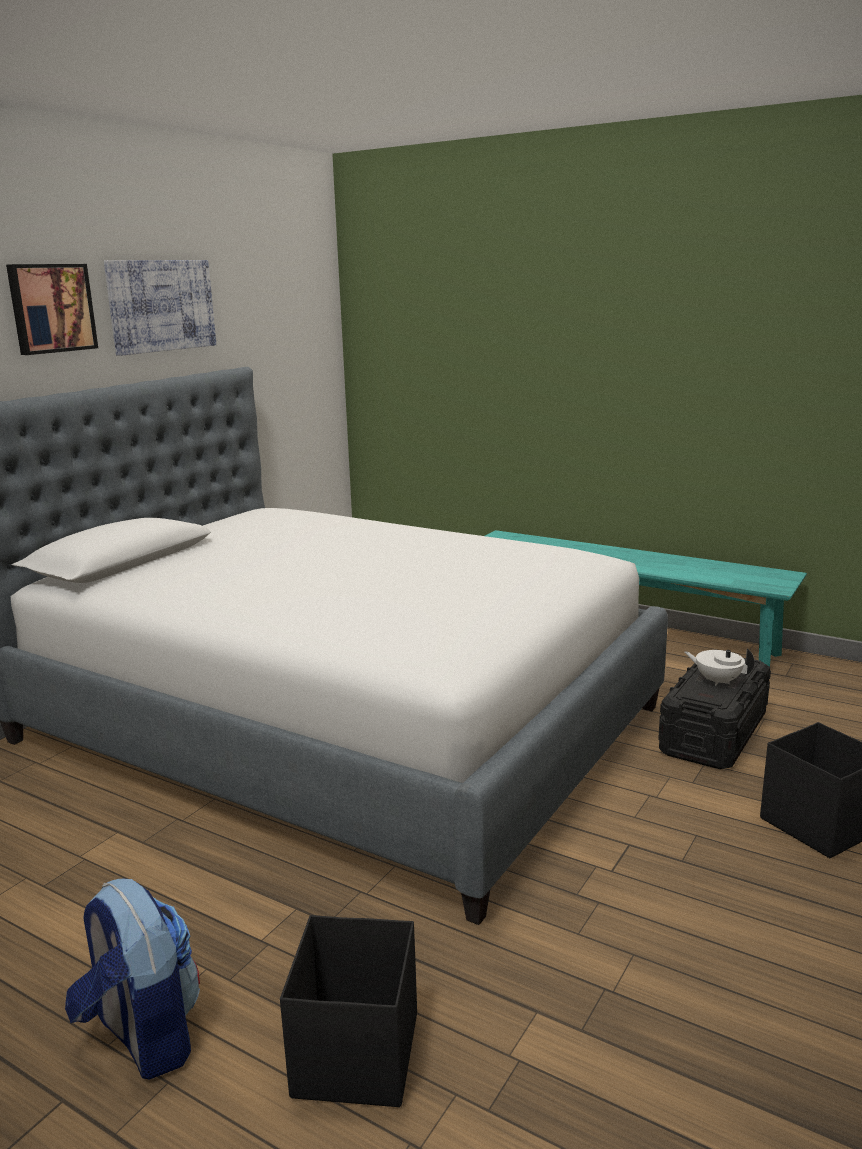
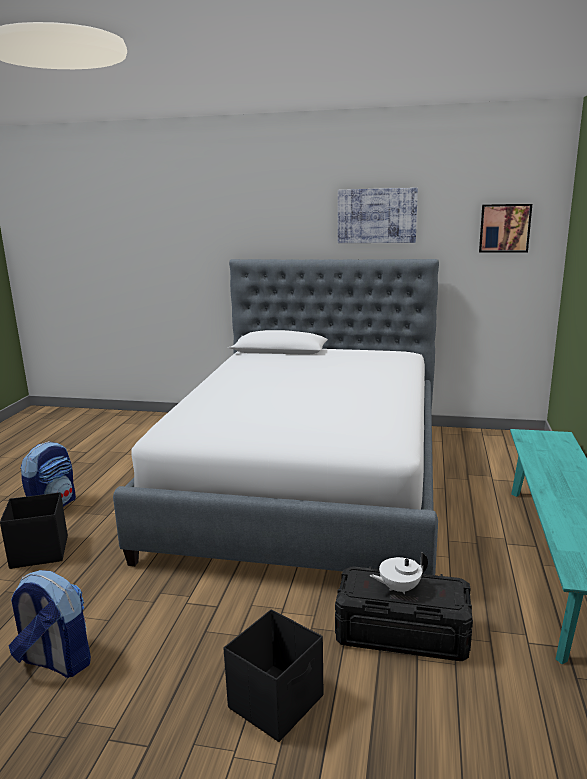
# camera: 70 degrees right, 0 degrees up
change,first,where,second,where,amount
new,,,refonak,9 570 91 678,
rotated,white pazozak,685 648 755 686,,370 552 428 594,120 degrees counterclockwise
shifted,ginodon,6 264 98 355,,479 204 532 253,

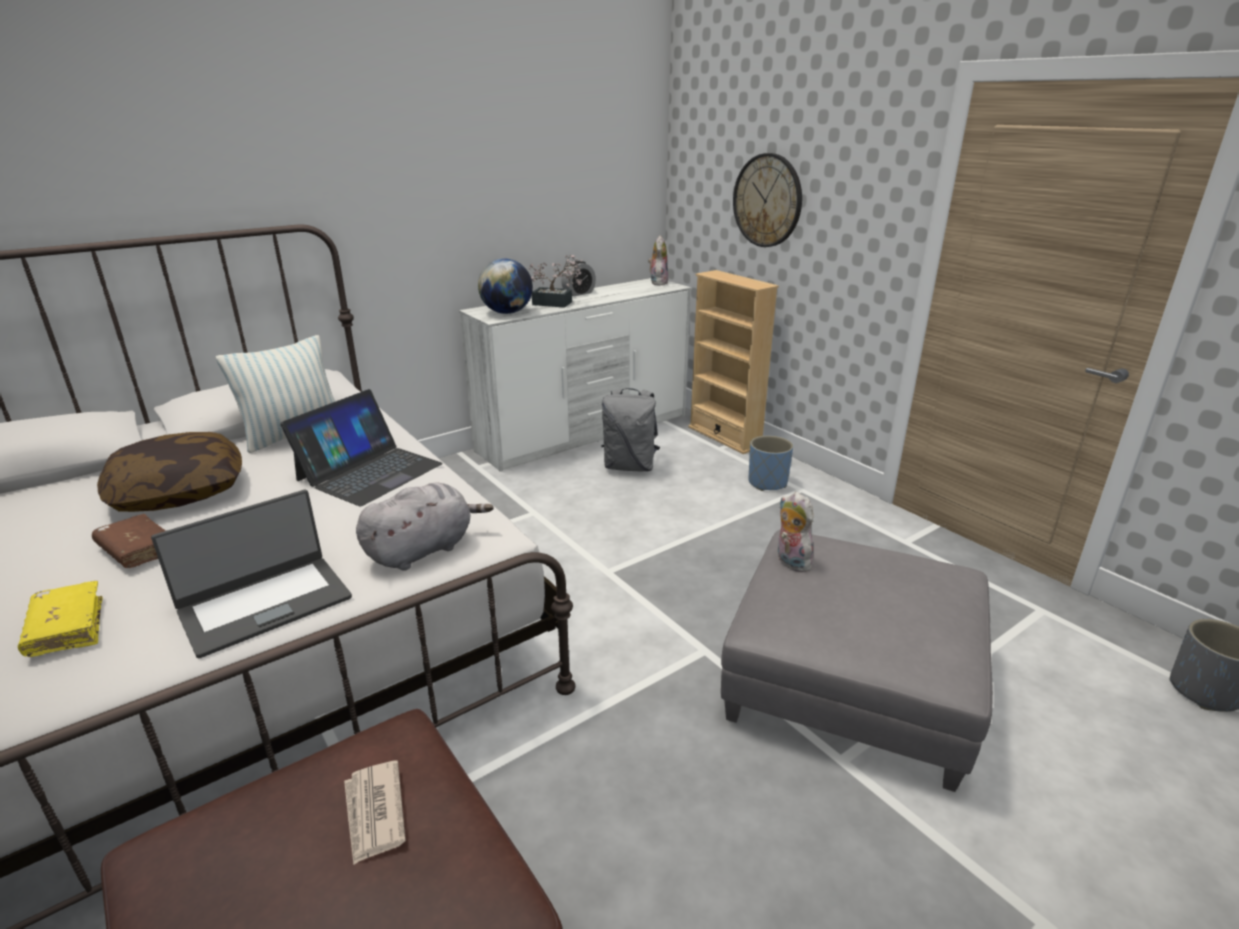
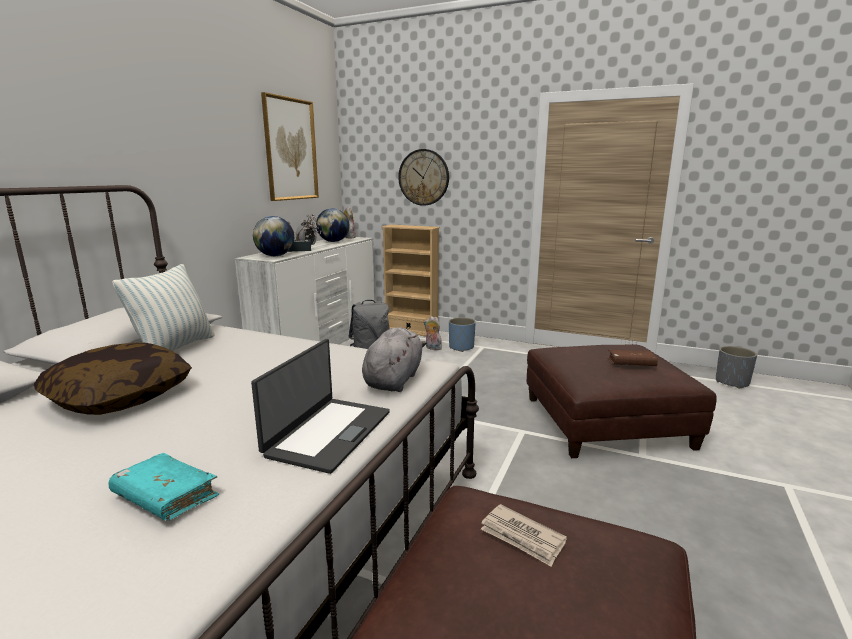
# camera: 30 degrees left, 10 degrees down
change,first,where,second,where,amount
repainted,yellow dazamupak,18 581 103 657,turquoise dazamupak,108 453 219 520,
new,,,ginodon,261 92 319 201,
new,,,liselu,316 208 350 242,
shifted,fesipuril,778 492 813 572,,424 316 444 350,
repainted,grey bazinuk,721 530 993 792,brown bazinuk,527 344 717 458,
shifted,brown dazamupak,92 514 166 568,,608 349 658 366,
gone,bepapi,280 389 443 506,,,

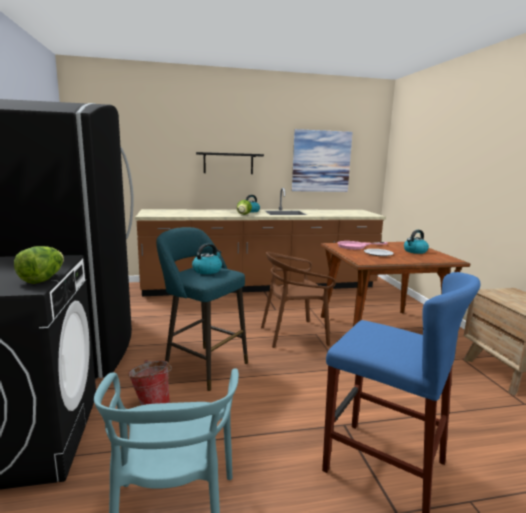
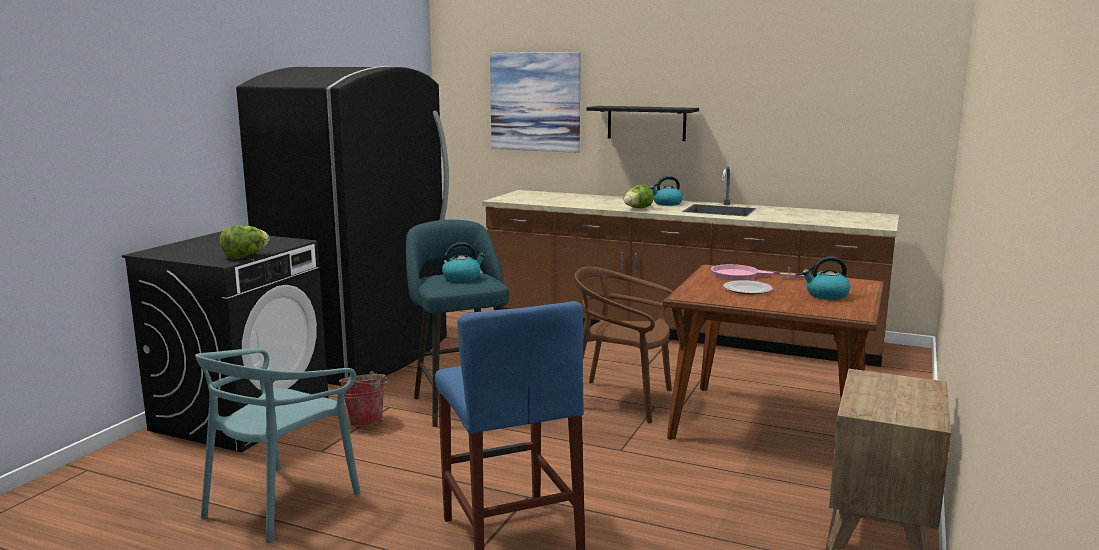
# camera: 35 degrees right, 0 degrees up
change,first,where,second,where,amount
shifted,ginodon,292 129 353 192,,490 52 581 153,

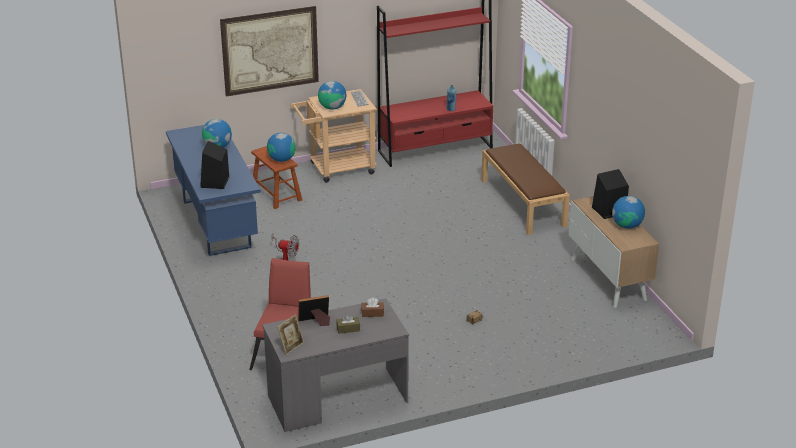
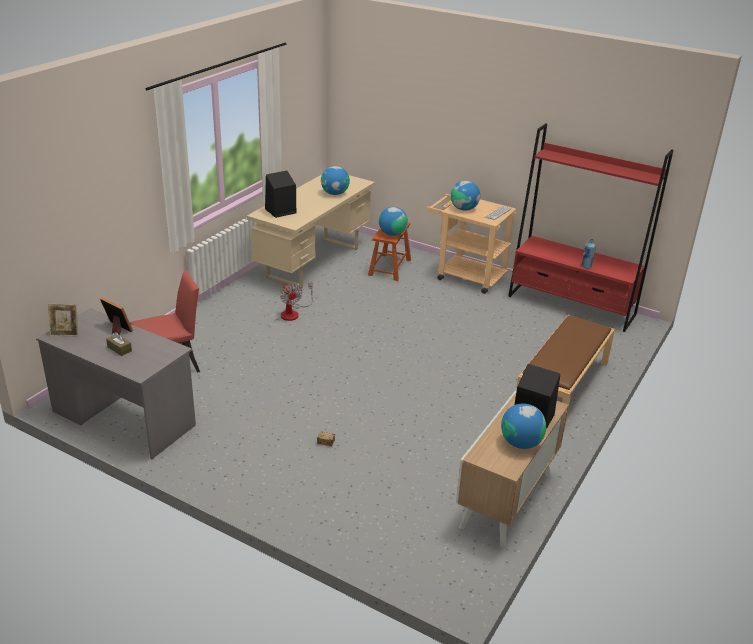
# camera: 50 degrees right, 0 degrees up
change,first,where,second,where,amount
repainted,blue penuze,166 125 261 256,beige penuze,247 175 375 289,
gone,ginodon,220 6 319 97,,,
gone,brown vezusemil,361 298 384 317,,,

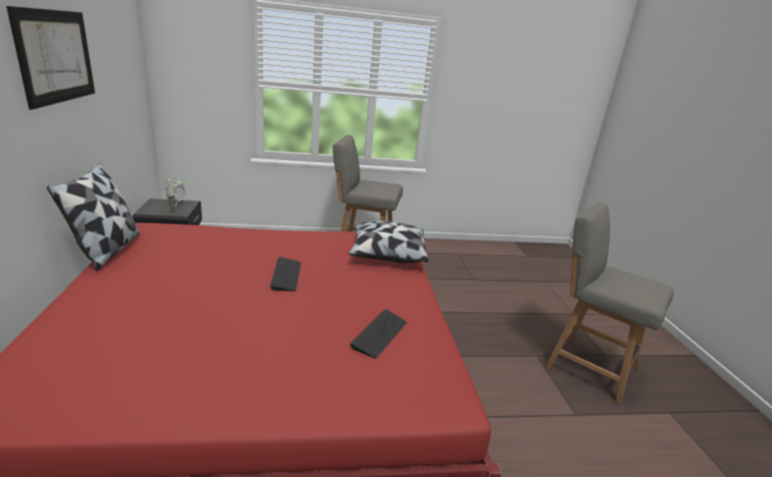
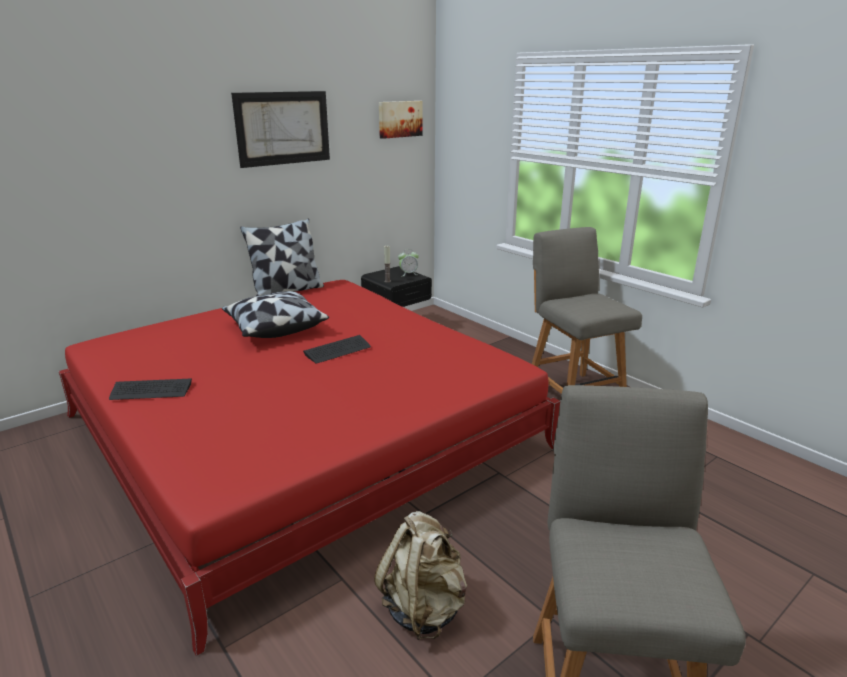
# camera: 60 degrees right, 0 degrees up
change,first,where,second,where,amount
shifted,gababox,350 309 407 358,,109 378 192 400,
shifted,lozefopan,348 221 428 263,,222 291 329 338,
new,,,beige refonak,374 511 467 640,
new,,,ginodon,379 101 422 139,

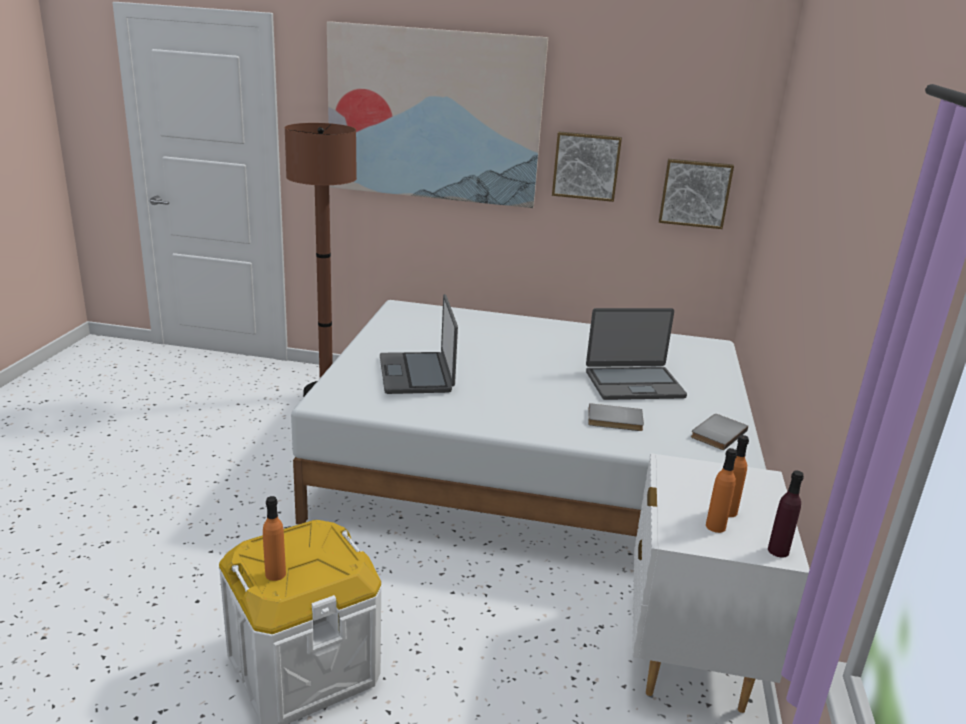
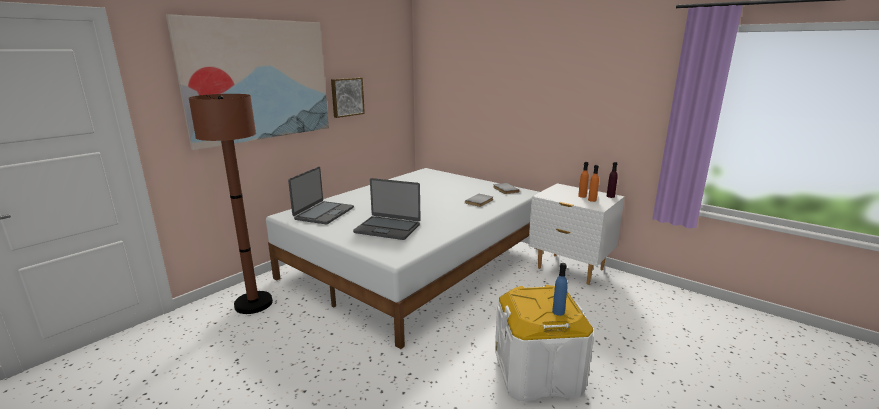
# camera: 60 degrees left, 5 degrees down
change,first,where,second,where,amount
shifted,bepapi,586 308 687 400,,288 167 354 224,
repainted,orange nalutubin,263 496 286 581,blue nalutubin,552 263 568 316,
gone,ginodon,659 159 734 229,,,

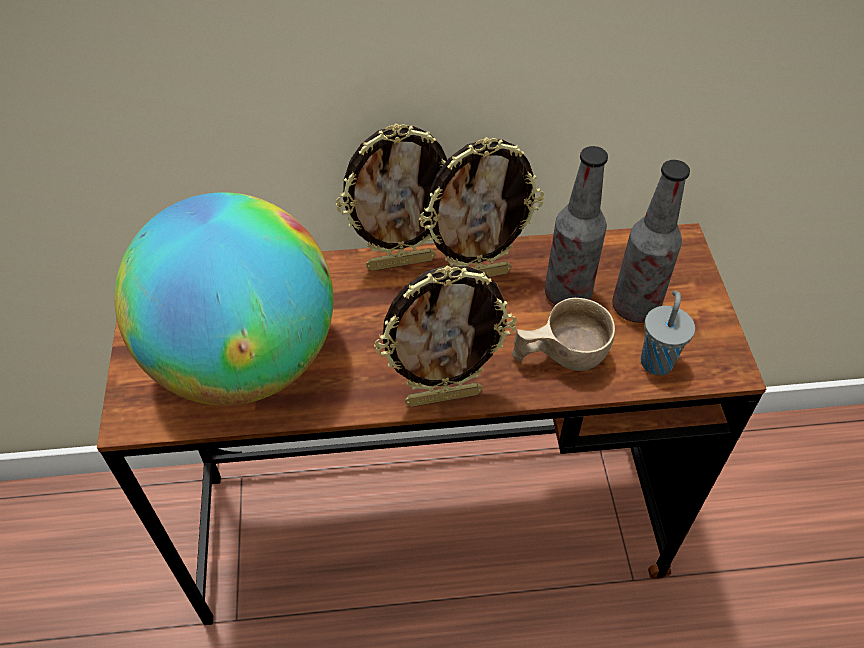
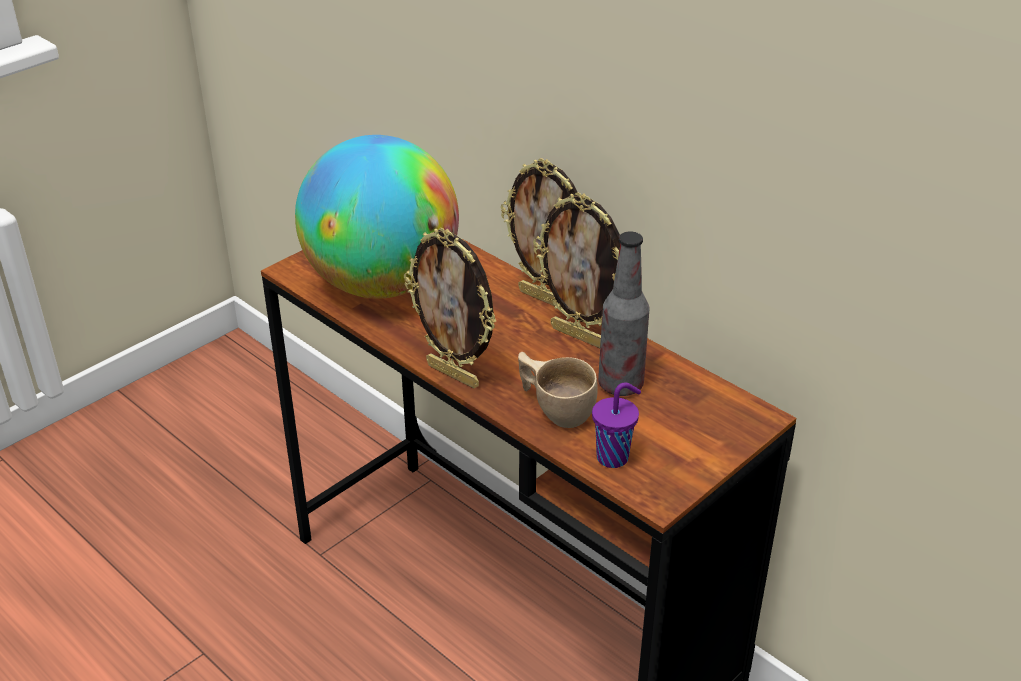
# camera: 50 degrees right, 15 degrees down
change,first,where,second,where,amount
repainted,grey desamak,641 290 695 375,purple desamak,592 383 641 468,
gone,nalutubin,612 160 690 323,,,

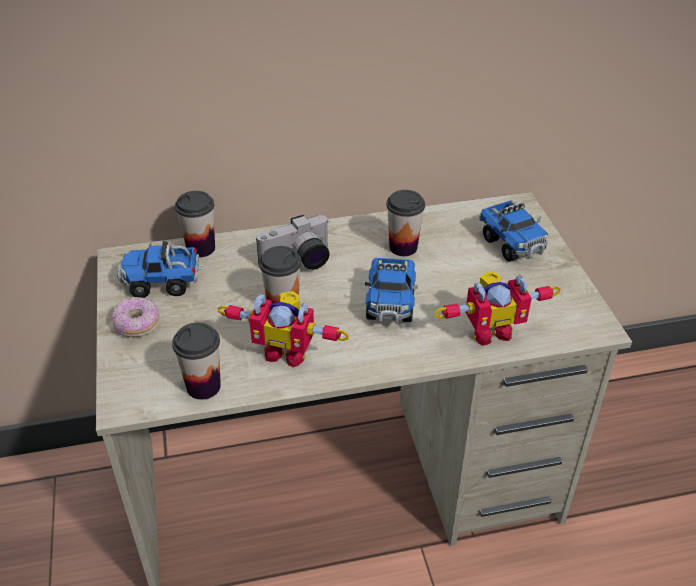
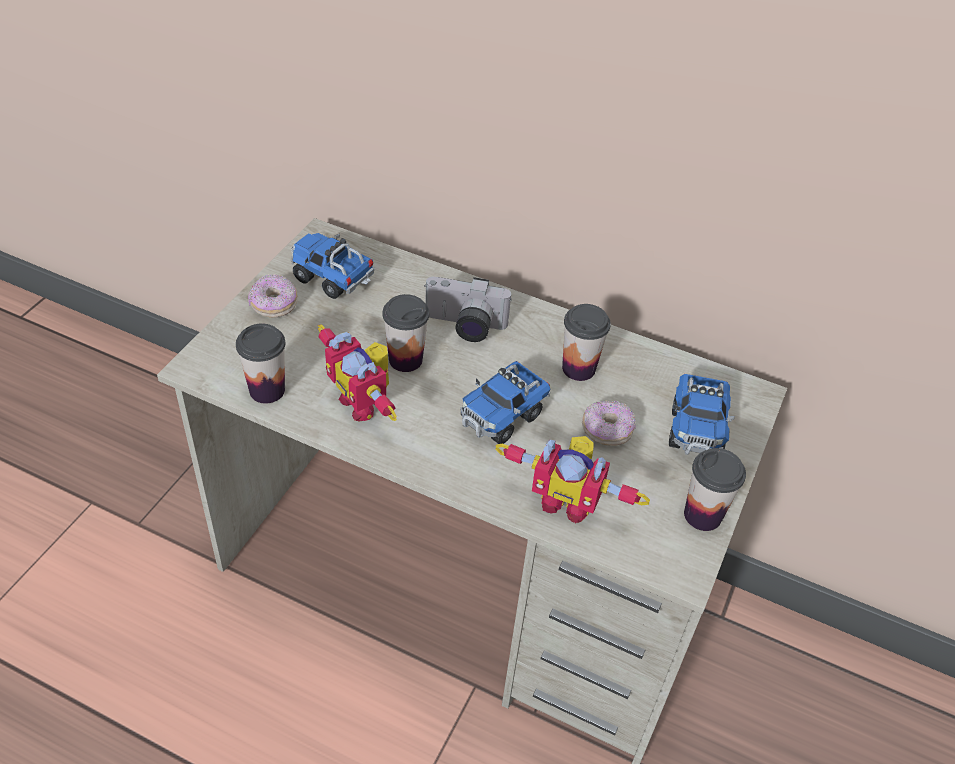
# camera: 35 degrees right, 5 degrees up
change,first,where,second,where,amount
new,,,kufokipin,582 400 636 446,
shifted,desamak,175 191 215 257,,684 448 746 531,

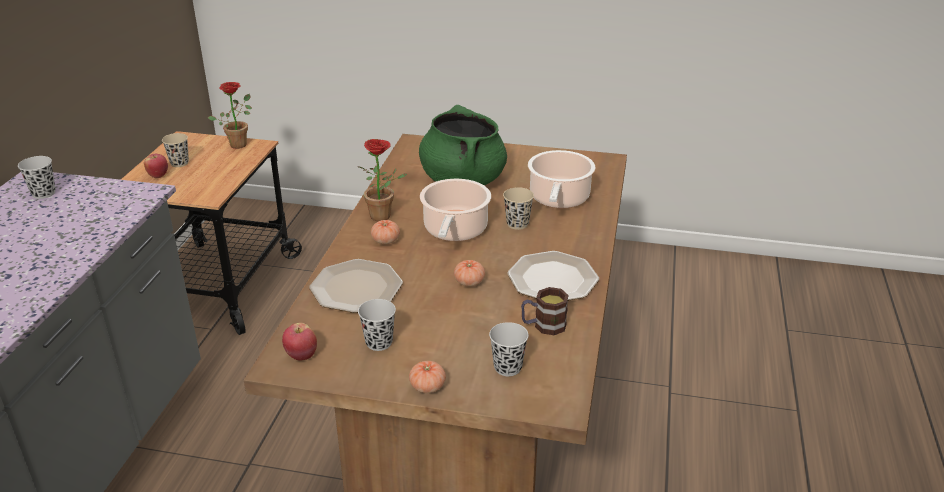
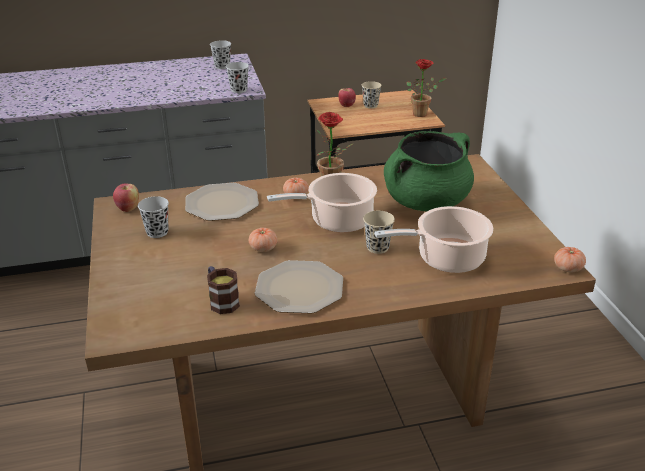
# camera: 65 degrees right, 0 degrees up
change,first,where,second,where,amount
shifted,black desamak,489 322 529 376,,226 62 249 93,
shifted,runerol,409 361 446 393,,554 247 586 273,

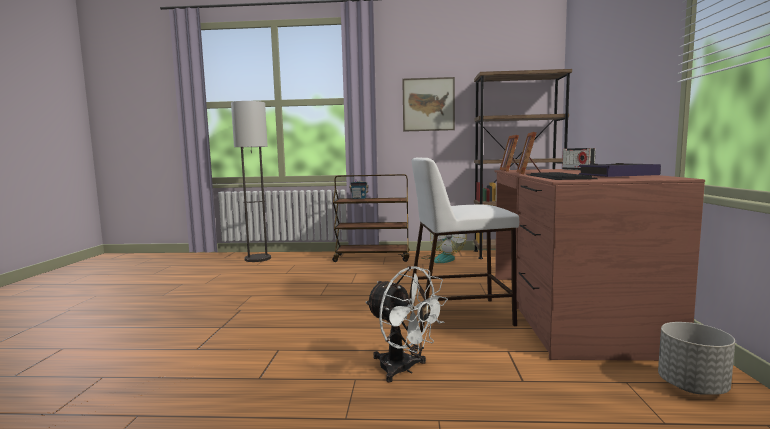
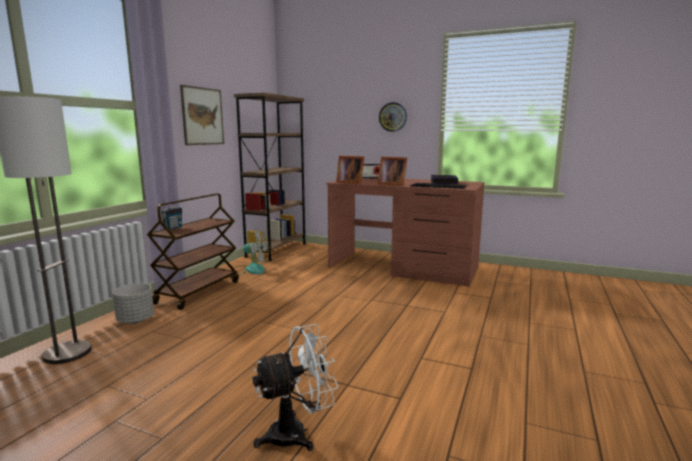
# camera: 70 degrees left, 5 degrees up
change,first,where,second,where,amount
shifted,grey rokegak,658 322 735 395,,112 283 154 324,
shifted,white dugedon,365 266 448 383,,253 324 338 451,
new,,,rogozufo,379 102 407 132,
gone,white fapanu,409 157 519 332,,,

